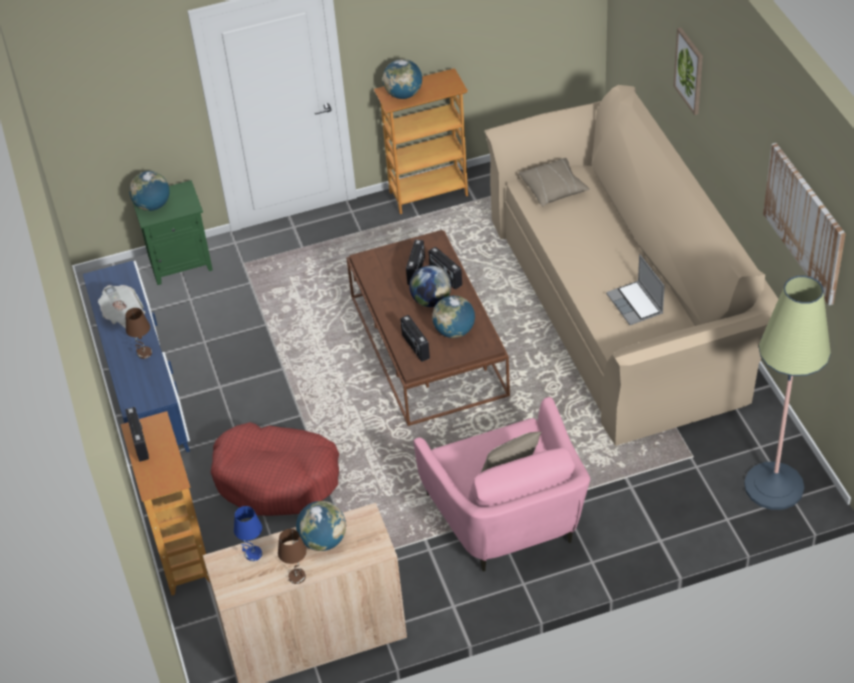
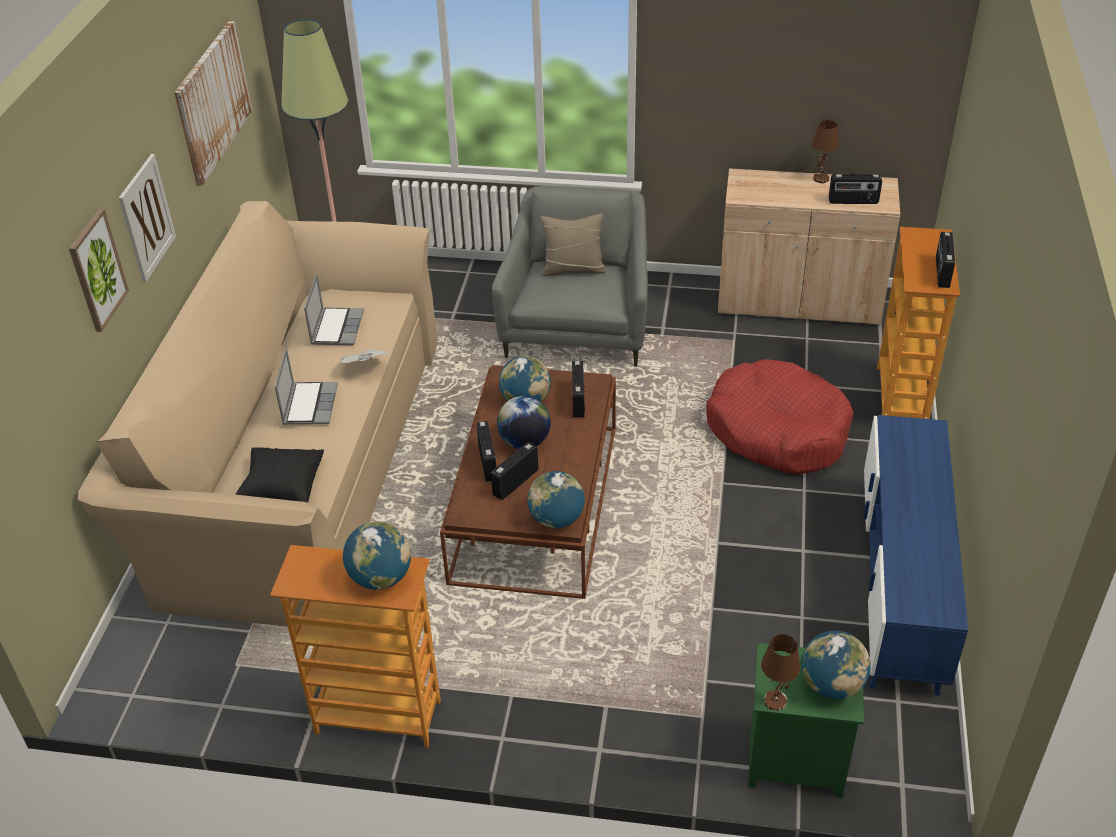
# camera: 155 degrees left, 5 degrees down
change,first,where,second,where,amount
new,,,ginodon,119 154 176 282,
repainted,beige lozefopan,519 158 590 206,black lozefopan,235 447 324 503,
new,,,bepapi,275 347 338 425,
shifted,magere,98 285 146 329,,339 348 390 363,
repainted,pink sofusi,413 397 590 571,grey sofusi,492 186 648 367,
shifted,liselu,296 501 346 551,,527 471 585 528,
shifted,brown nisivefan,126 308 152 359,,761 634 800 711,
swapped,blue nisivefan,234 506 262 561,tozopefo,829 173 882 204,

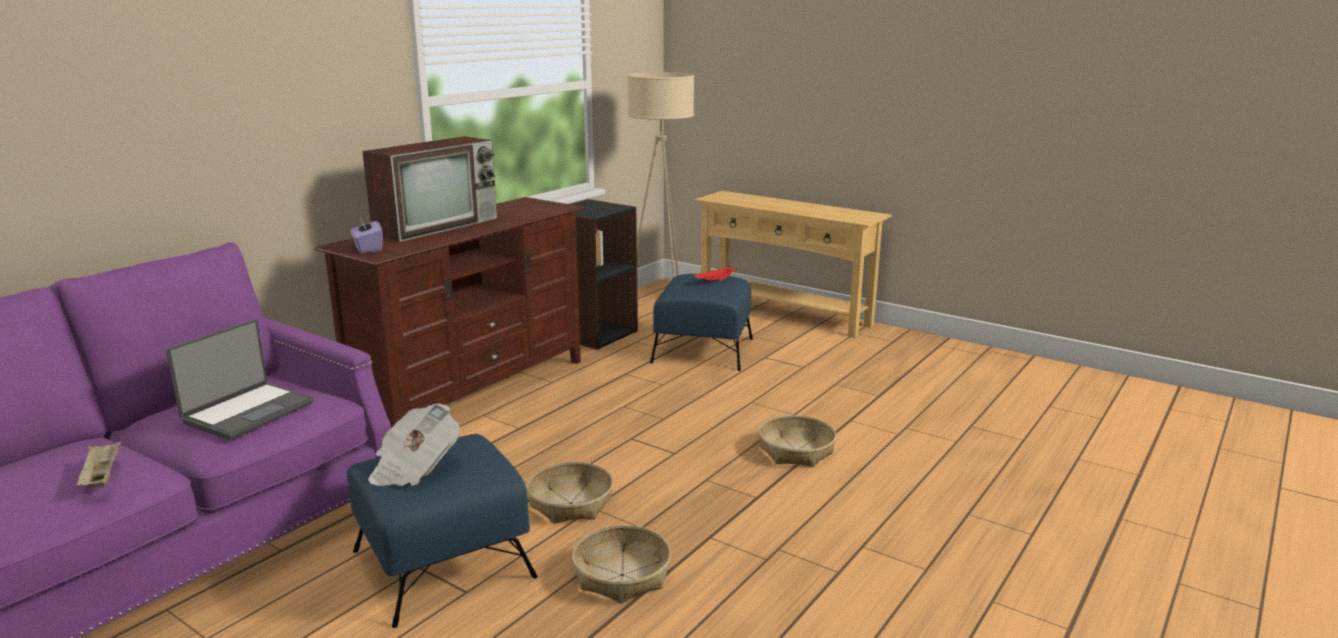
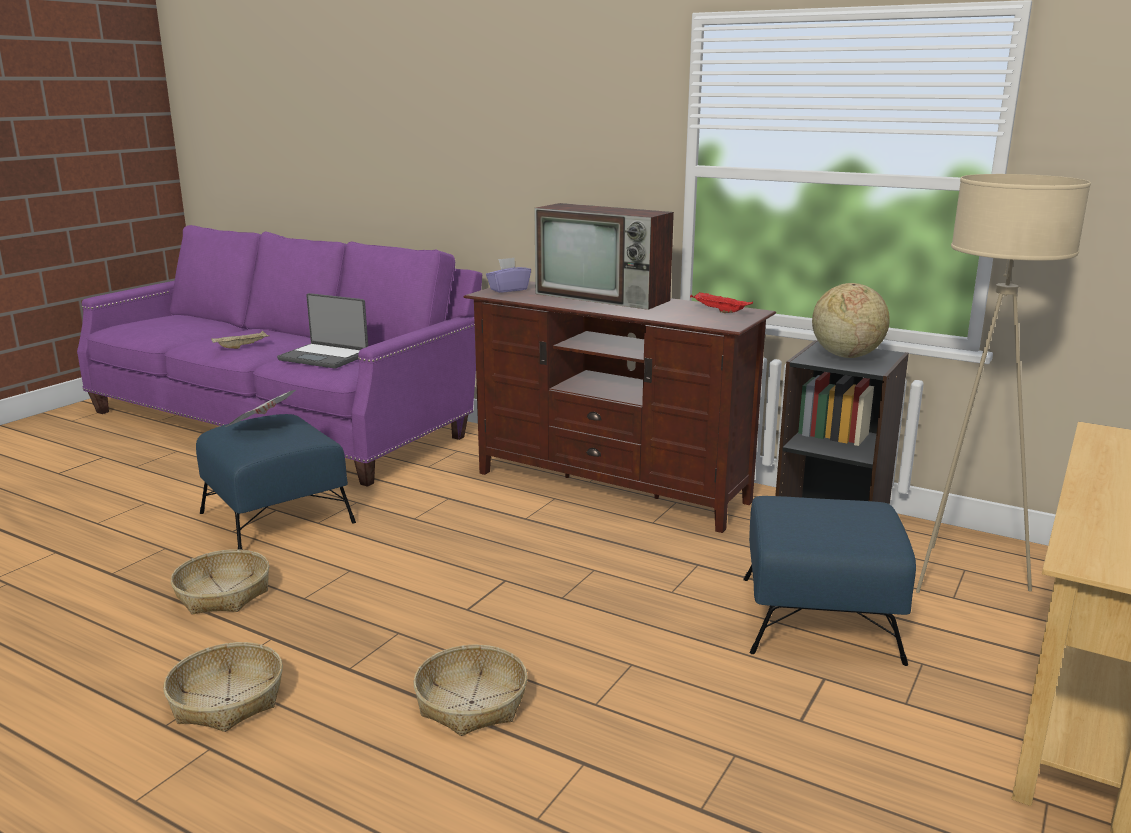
# camera: 85 degrees right, 0 degrees up
change,first,where,second,where,amount
shifted,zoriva,527 462 614 524,,164 642 283 732,
shifted,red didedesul,694 265 737 281,,690 292 753 313,
new,,,liselu,812 283 890 358,

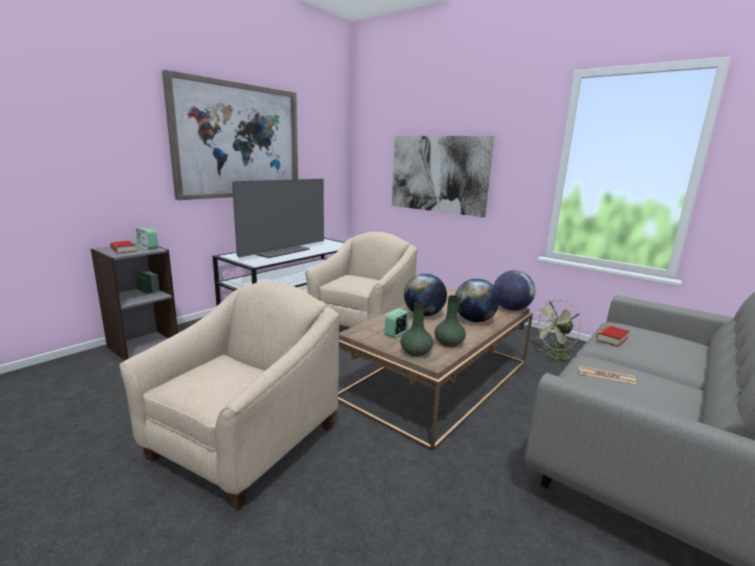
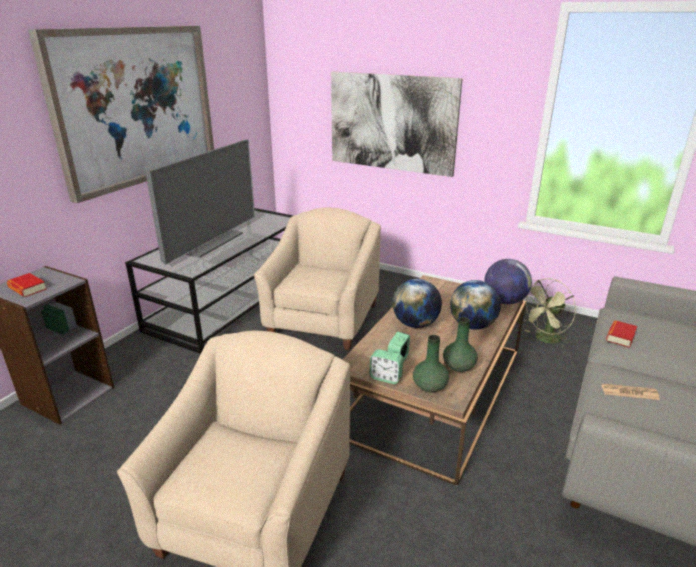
# camera: 10 degrees left, 10 degrees up
change,first,where,second,where,amount
shifted,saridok,136 228 158 250,,370 349 403 384,

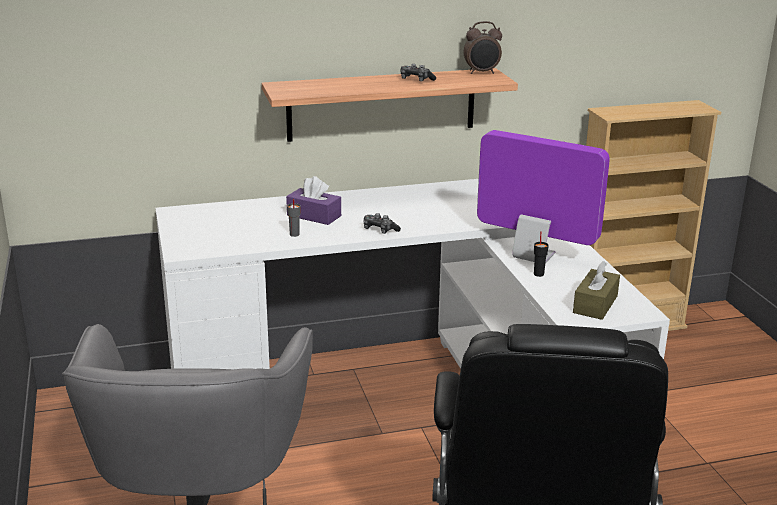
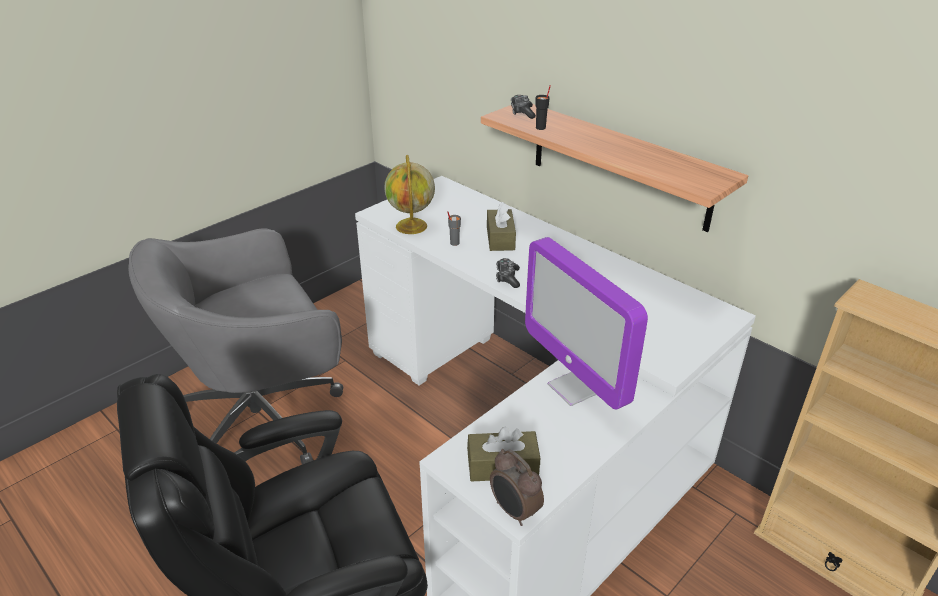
# camera: 60 degrees right, 10 degrees up
change,first,where,second,where,amount
new,,,liselu,384 155 435 234,
repainted,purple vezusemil,286 176 341 225,brown vezusemil,487 202 516 251,
shifted,saridok,464 21 502 74,,490 449 544 526,
shifted,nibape,401 64 436 81,,511 95 536 119,
rotated,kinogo,477 130 610 263,,525 237 648 409,150 degrees clockwise
shifted,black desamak,534 231 549 277,,536 85 551 130,

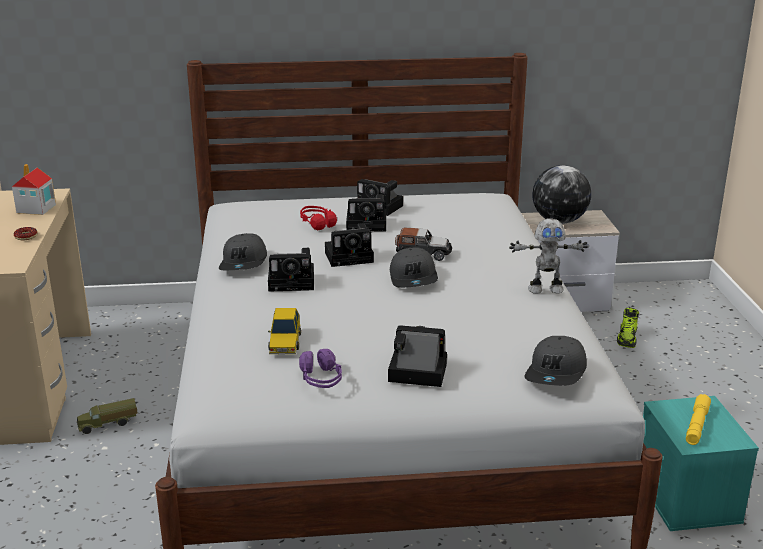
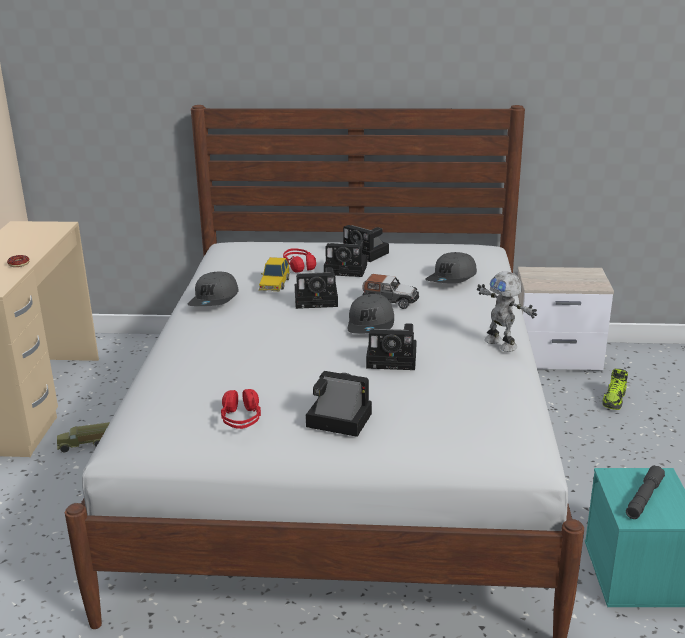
# camera: 10 degrees right, 0 degrees up
change,first,where,second,where,amount
repainted,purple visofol,299 349 342 388,red visofol,221 389 261 429,
shifted,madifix,268 308 301 355,,259 257 290 291,
shifted,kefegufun,268 248 314 292,,366 323 417 370,
shifted,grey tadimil,525 336 587 386,,425 252 477 284,
rotated,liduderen,509 219 588 294,,477 271 537 352,45 degrees clockwise
repainted,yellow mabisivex,686 394 711 445,grey mabisivex,626 465 665 519,
gone,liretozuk,12 164 56 215,,,
gone,liselu,533 165 591 224,,,

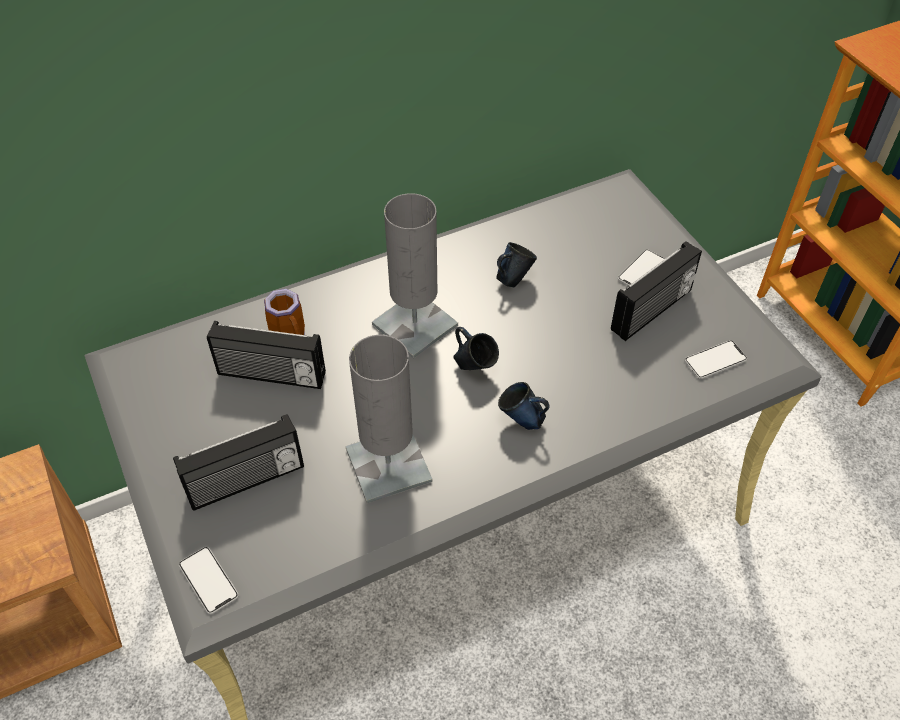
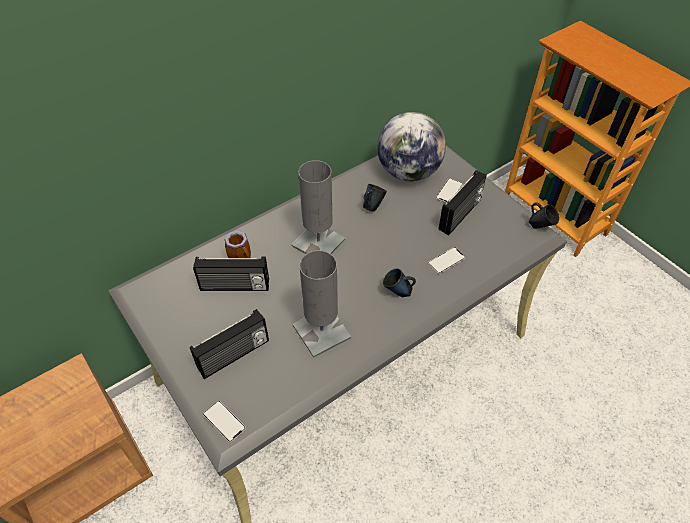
# camera: 10 degrees left, 0 degrees up
change,first,where,second,where,amount
new,,,liselu,377 112 446 182,
shifted,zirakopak,684 340 747 379,,428 247 466 274,
shifted,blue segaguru,453 327 499 370,,529 203 559 229,

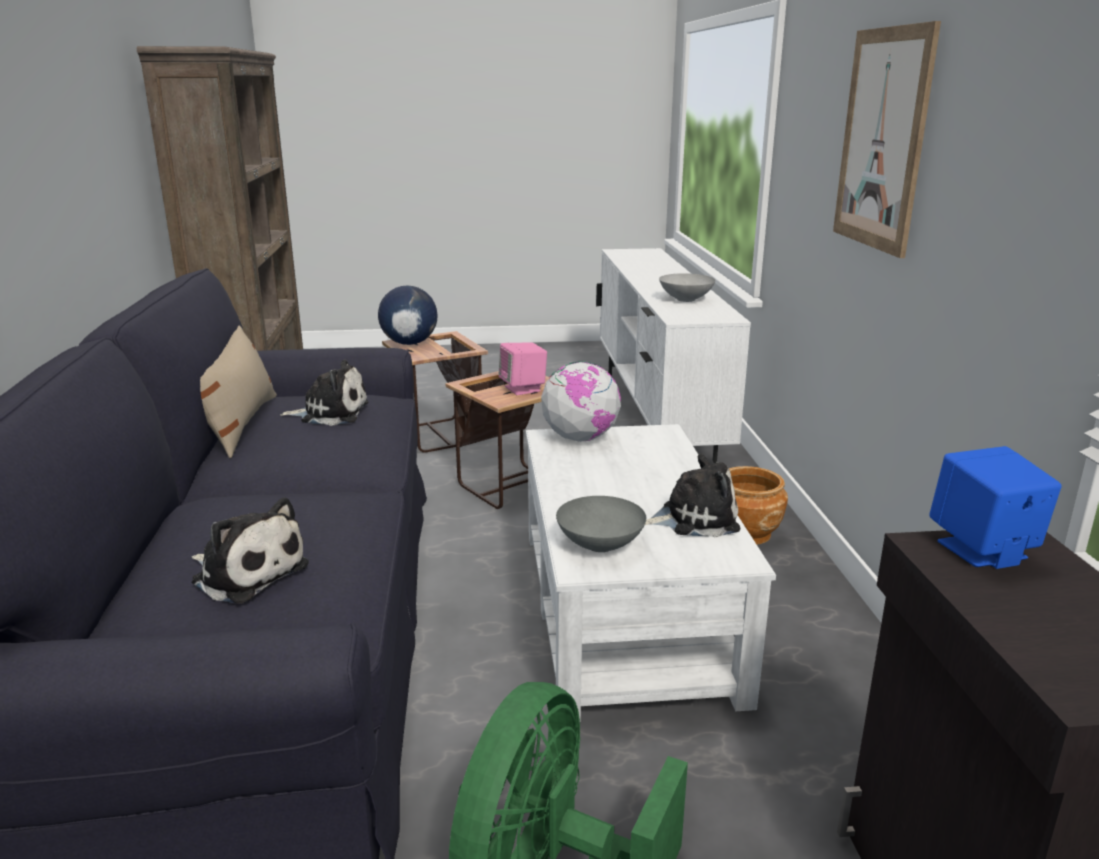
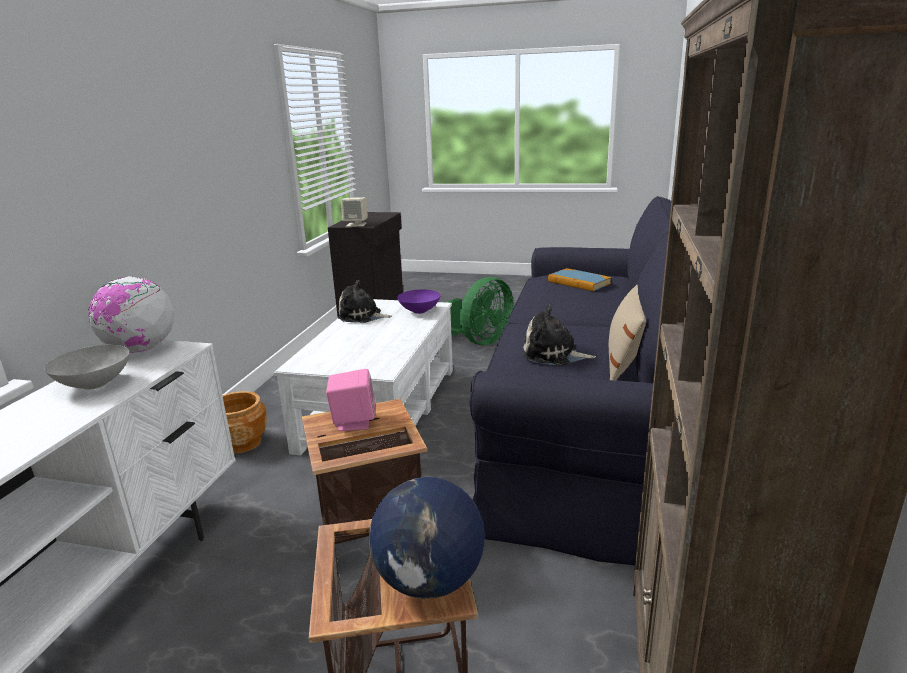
# camera: 160 degrees left, 0 degrees up
change,first,where,second,where,amount
shifted,liselu,541 361 621 442,,88 276 174 353,
repainted,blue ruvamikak,929 446 1062 569,beige ruvamikak,341 197 368 227,
repainted,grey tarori,556 496 646 552,purple tarori,397 289 441 314,
swapped,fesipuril,191 497 309 604,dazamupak,548 268 611 291,
gone,ginodon,833 21 941 258,,,

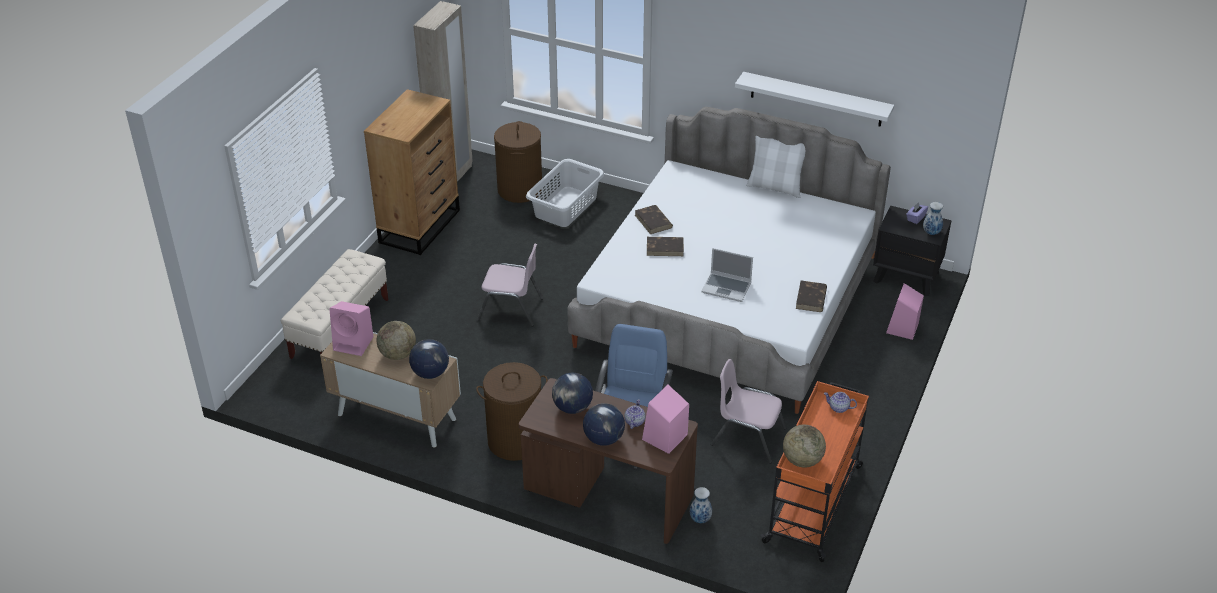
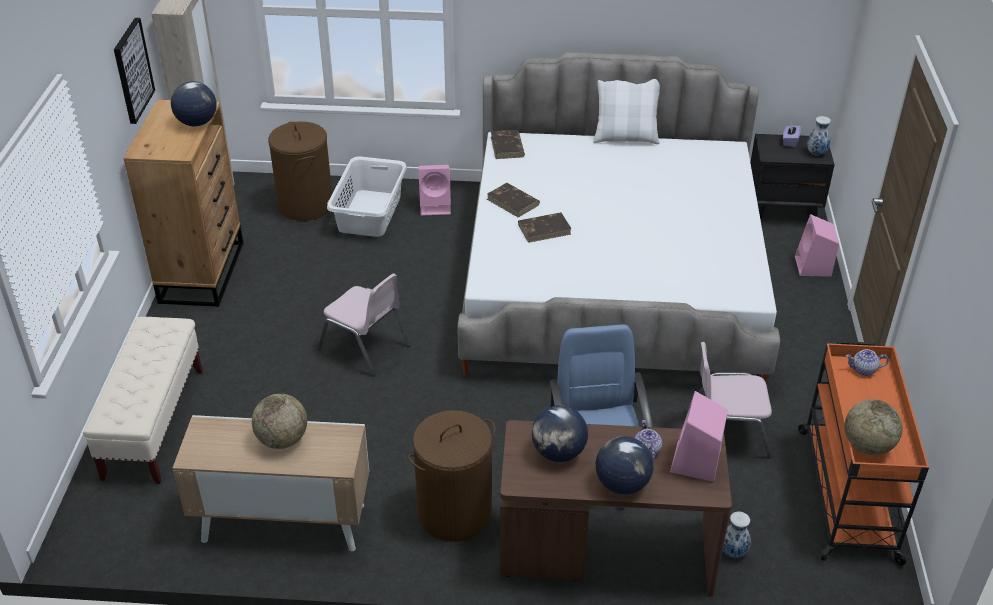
# camera: 20 degrees left, 0 degrees up
change,first,where,second,where,amount
new,,,ginodon,114 18 155 124,
shifted,liselu,409 339 449 379,,171 81 217 126,
rotated,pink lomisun,477 244 543 327,,318 274 410 376,45 degrees clockwise
shifted,pink ruvamikak,329 301 374 356,,418 165 451 216,
shifted,brown dazamupak,796 280 827 312,,491 130 525 159,
gone,bepapi,701 248 753 302,,,
gone,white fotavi,735 72 894 127,,,

